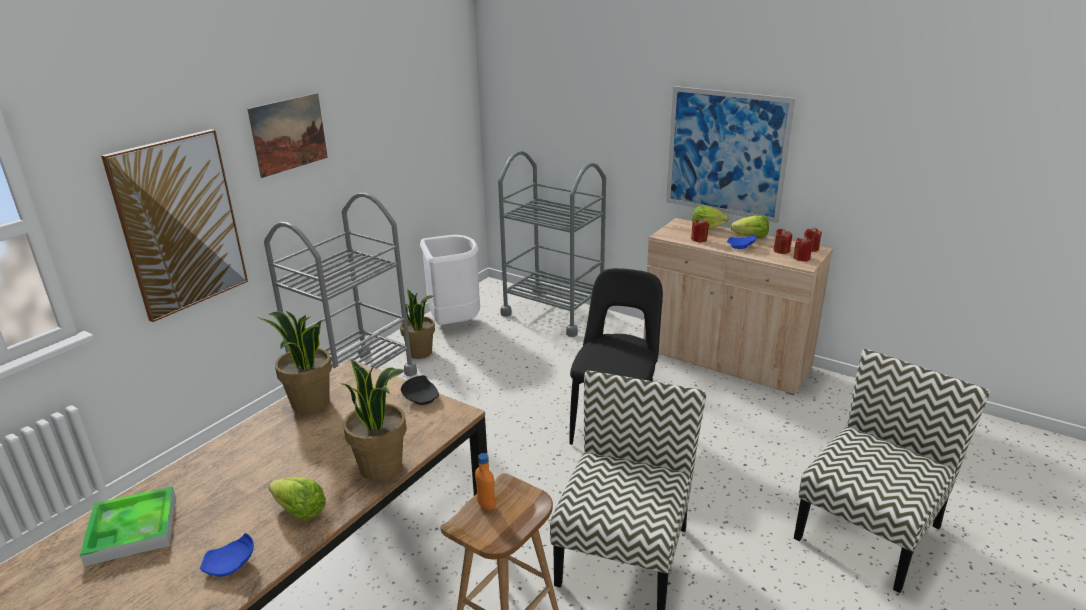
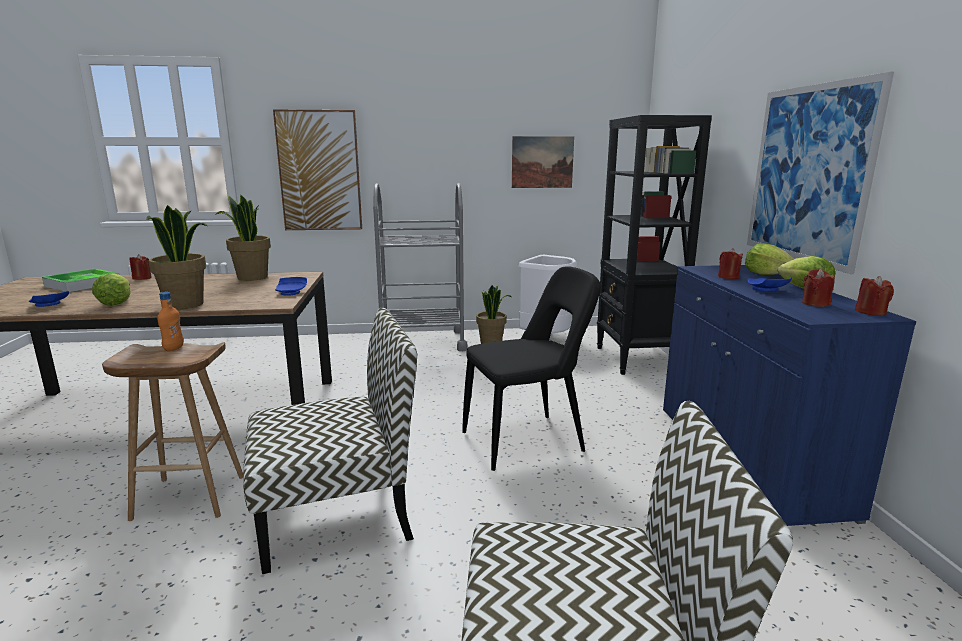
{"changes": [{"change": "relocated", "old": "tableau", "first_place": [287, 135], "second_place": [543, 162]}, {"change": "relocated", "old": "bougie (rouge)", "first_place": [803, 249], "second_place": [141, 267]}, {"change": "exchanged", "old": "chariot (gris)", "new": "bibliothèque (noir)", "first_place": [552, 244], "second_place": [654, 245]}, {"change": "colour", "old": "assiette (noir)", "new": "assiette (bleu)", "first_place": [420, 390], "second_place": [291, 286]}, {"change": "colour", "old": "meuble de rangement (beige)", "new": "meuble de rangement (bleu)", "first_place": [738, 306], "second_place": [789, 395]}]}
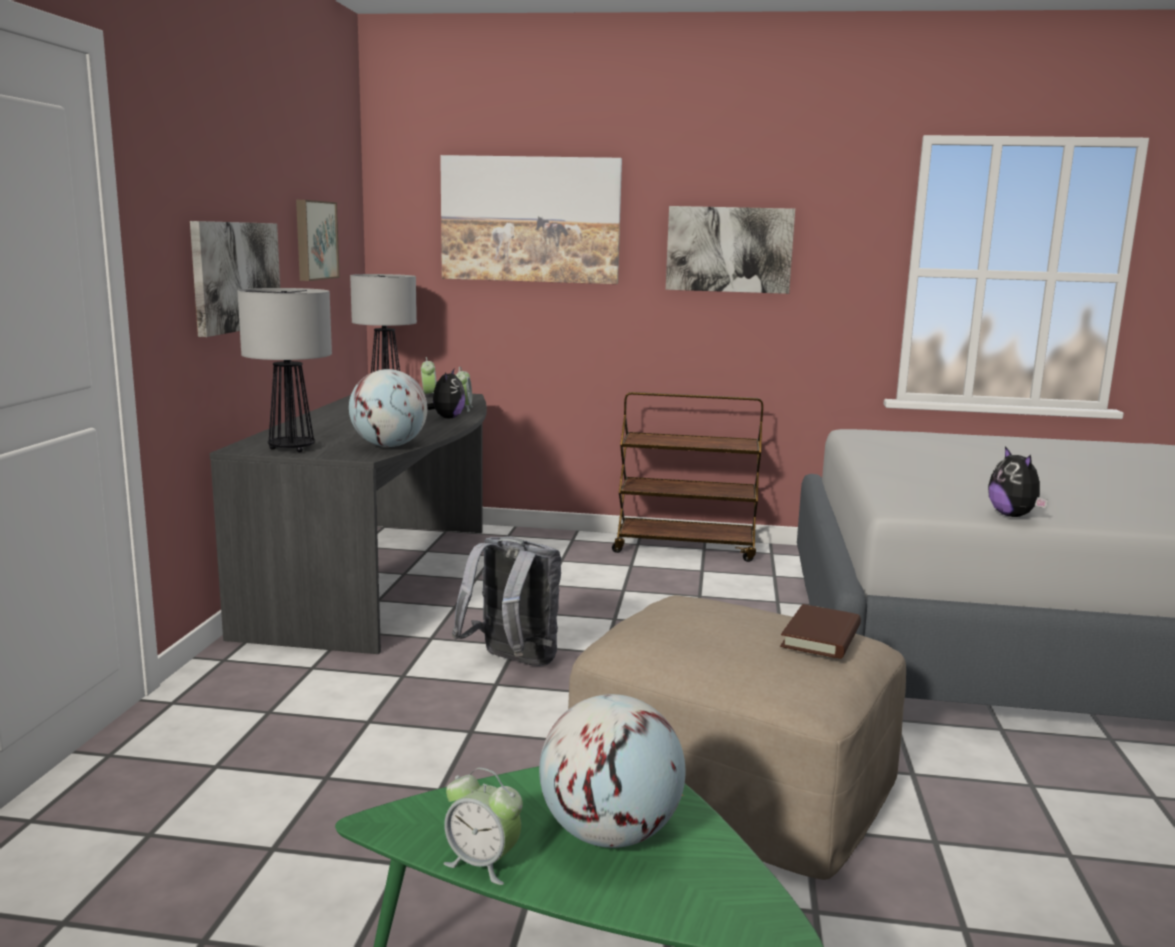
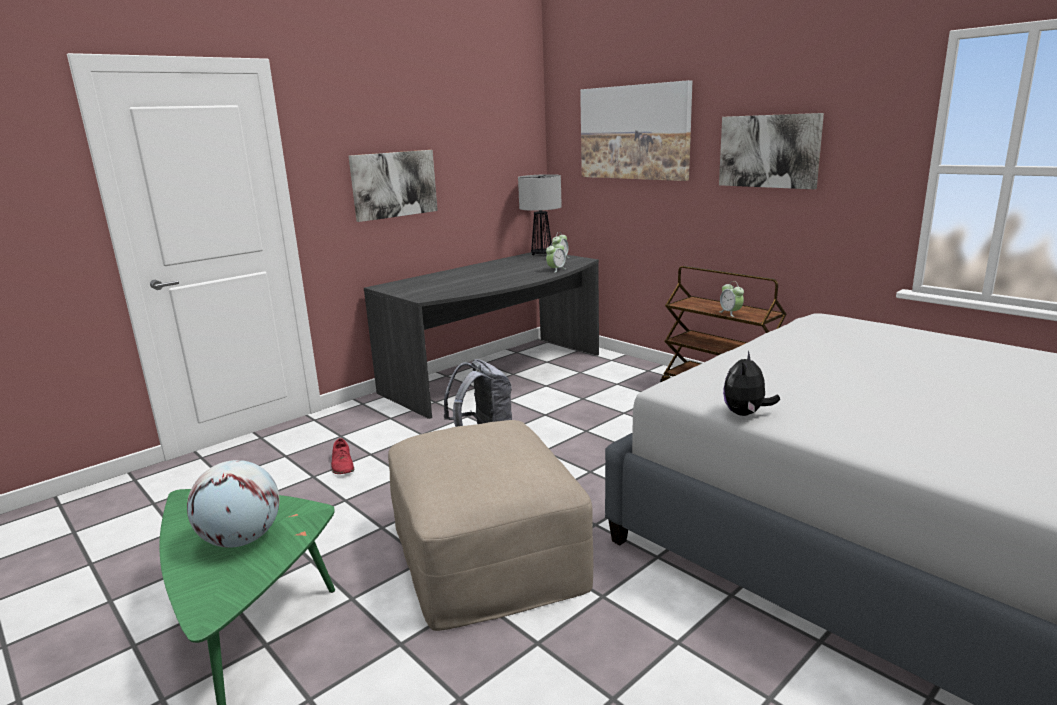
{"changes": [{"change": "missing", "old": "lampe de table", "first_place": [284, 370]}, {"change": "missing", "old": "tableau", "first_place": [318, 240]}, {"change": "missing", "old": "globe", "first_place": [388, 408]}, {"change": "missing", "old": "peluche", "first_place": [446, 394]}, {"change": "missing", "old": "livre (marron)", "first_place": [820, 631]}, {"change": "appeared", "new": "chaussure (rouge)", "second_place": [342, 456]}, {"change": "relocated", "old": "réveil", "first_place": [483, 826], "second_place": [731, 299]}]}
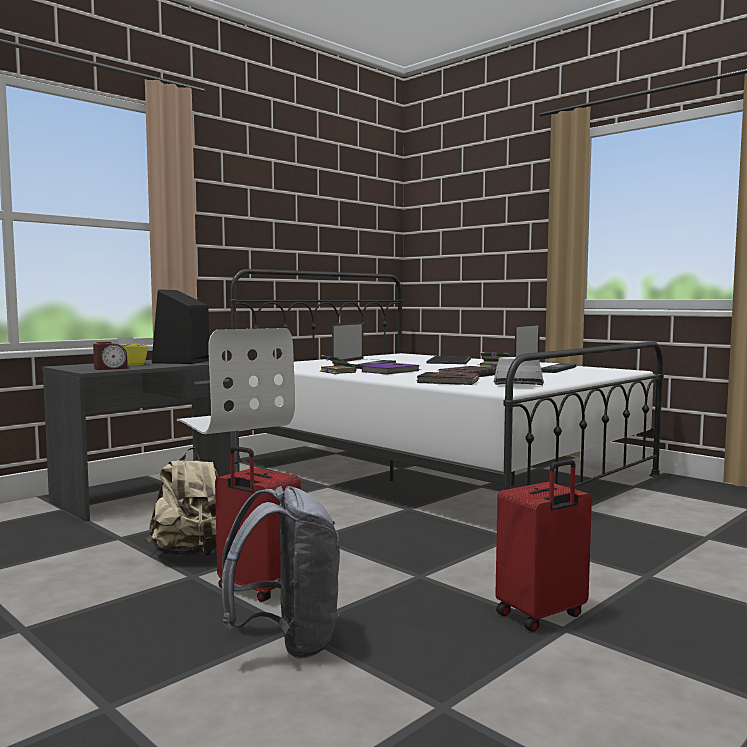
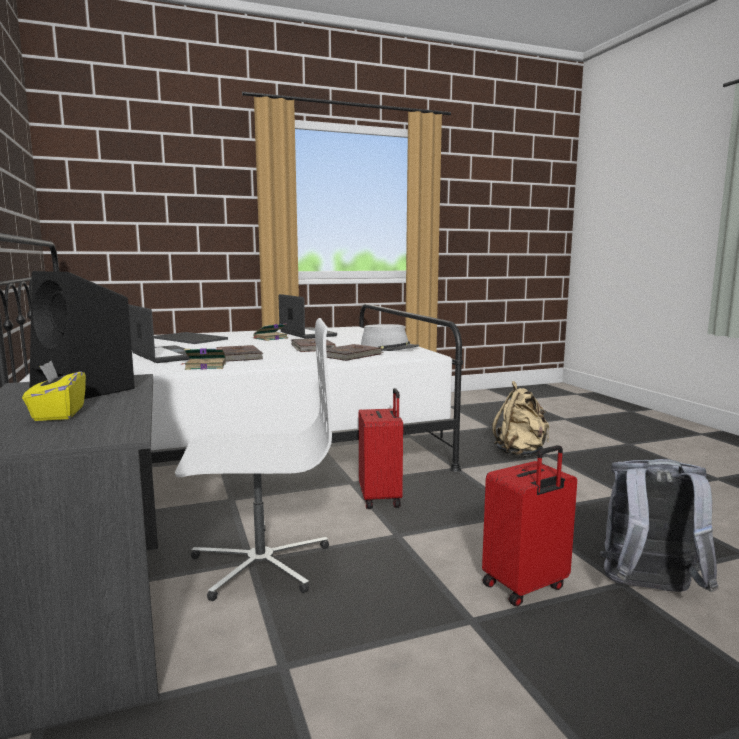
{"changes": [{"change": "missing", "old": "réveil", "first_place": [110, 356]}, {"change": "relocated", "old": "sac à dos (beige)", "first_place": [181, 502], "second_place": [520, 418]}, {"change": "relocated", "old": "valise (rouge)", "first_place": [543, 545], "second_place": [381, 448]}, {"change": "colour", "old": "livre (violet)", "new": "livre (marron)", "first_place": [391, 368], "second_place": [240, 353]}]}
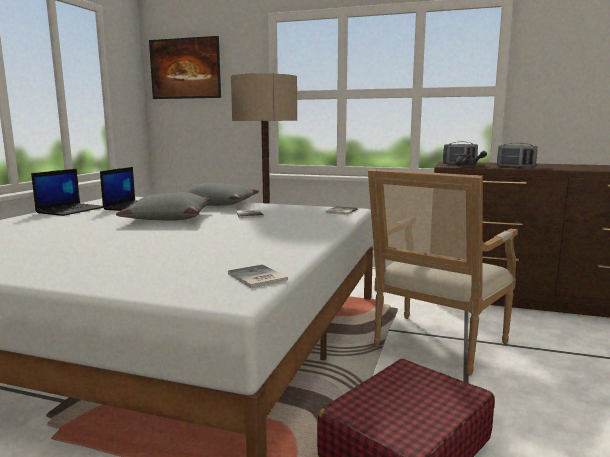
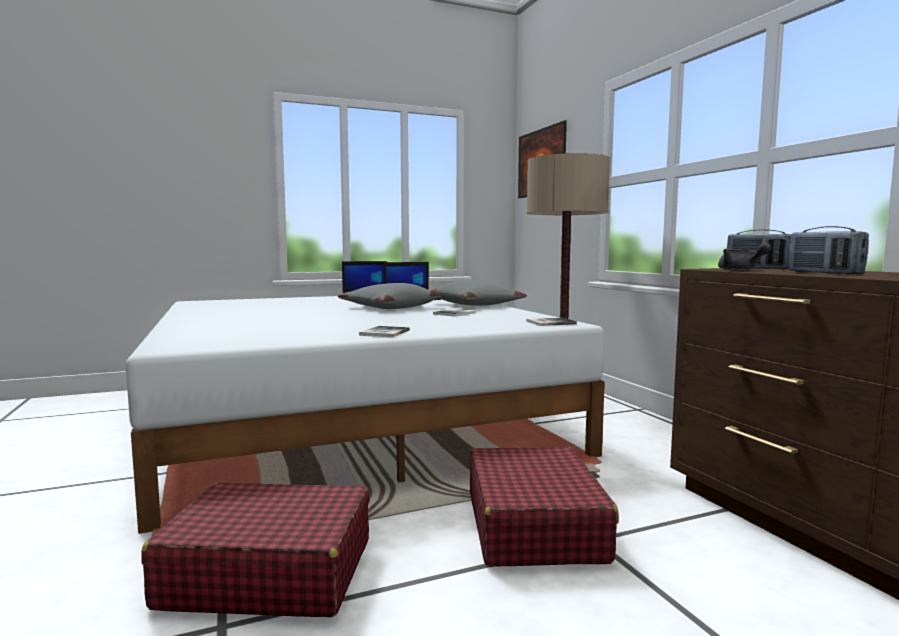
{"changes": [{"change": "relocated", "old": "livre", "first_place": [258, 276], "second_place": [384, 331]}, {"change": "exchanged", "old": "fauteuil", "new": "valise (rouge)", "first_place": [443, 272], "second_place": [544, 507]}]}
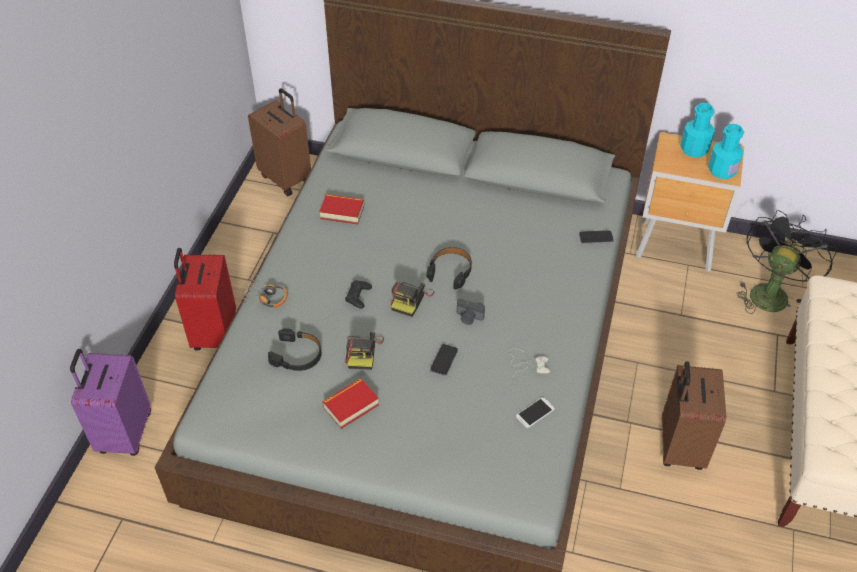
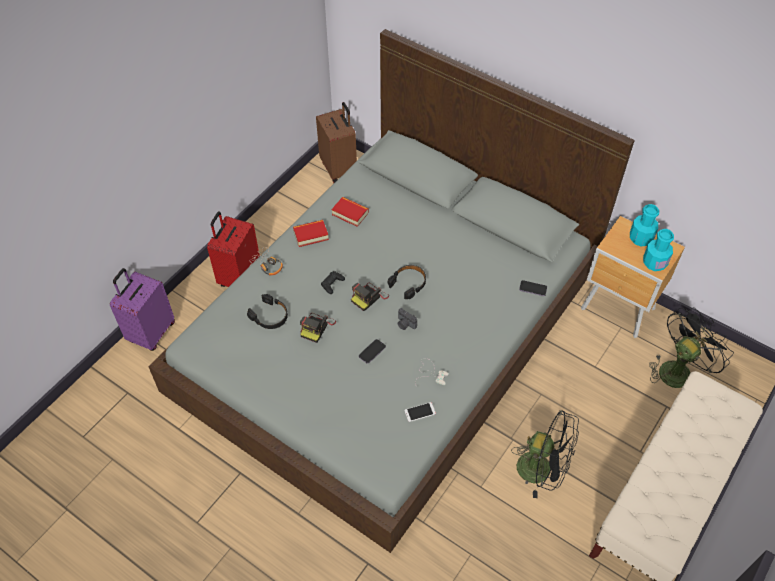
{"changes": [{"change": "relocated", "old": "livre", "first_place": [350, 404], "second_place": [311, 233]}, {"change": "exchanged", "old": "valise (marron)", "new": "ventilateur (noir)", "first_place": [694, 415], "second_place": [545, 454]}]}
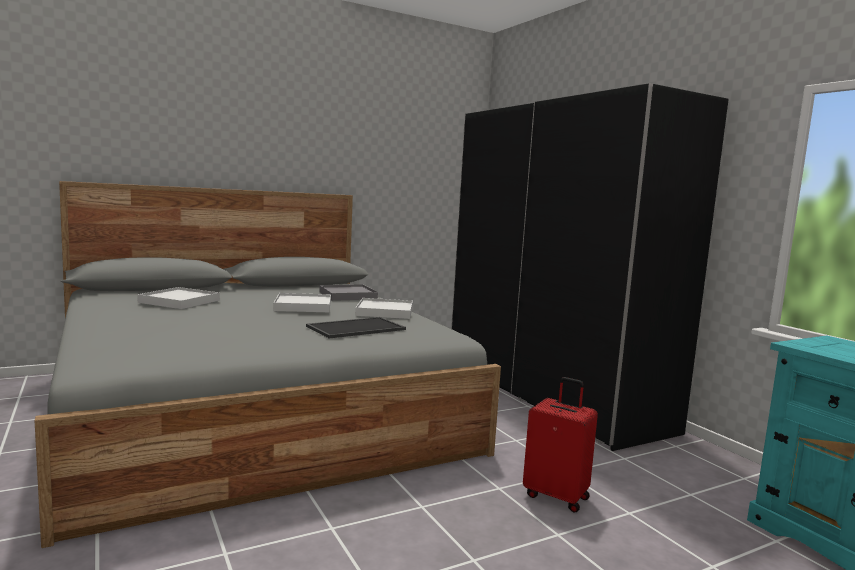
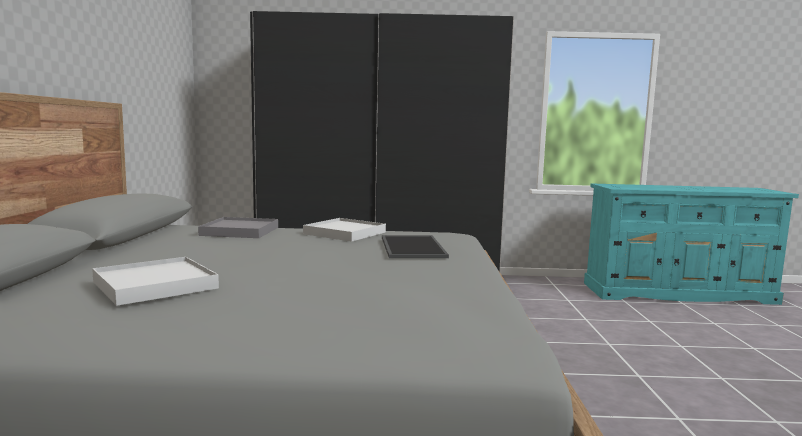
{"changes": [{"change": "missing", "old": "plateau (blanc)", "first_place": [302, 302]}, {"change": "missing", "old": "valise (rouge)", "first_place": [560, 445]}]}
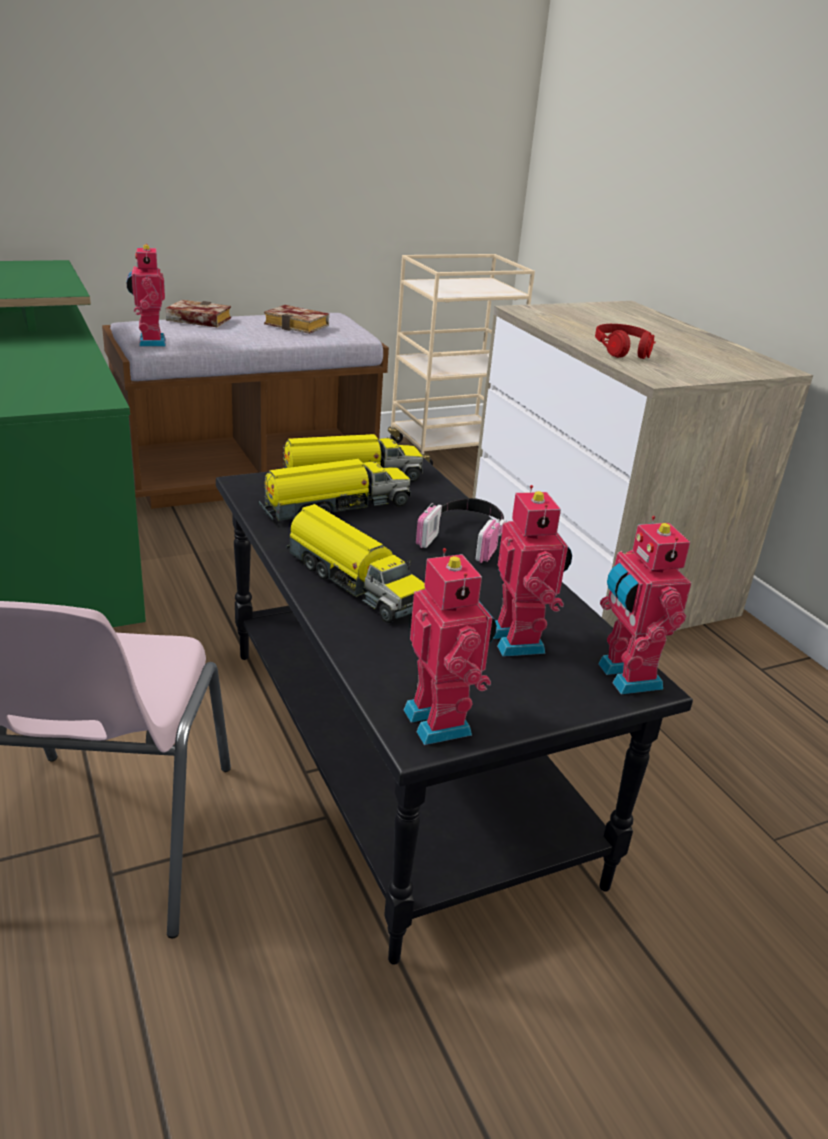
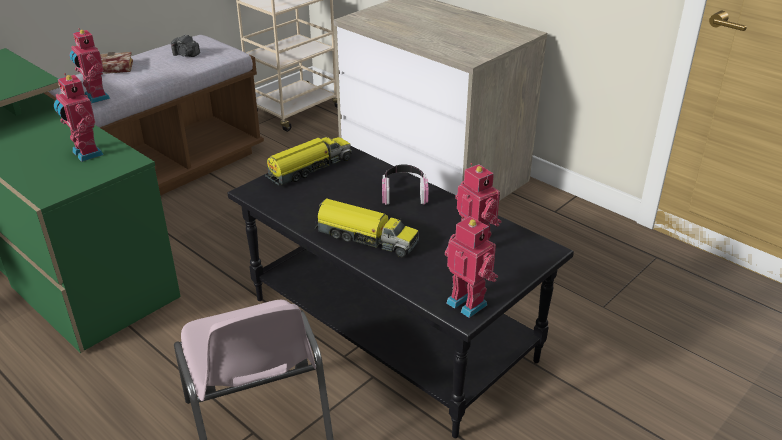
{"changes": [{"change": "missing", "old": "camion jouet", "first_place": [334, 490]}, {"change": "missing", "old": "casque audio (rouge)", "first_place": [625, 341]}, {"change": "relocated", "old": "robot jouet", "first_place": [644, 605], "second_place": [79, 117]}, {"change": "exchanged", "old": "livre", "new": "appareil photo", "first_place": [296, 319], "second_place": [185, 45]}]}
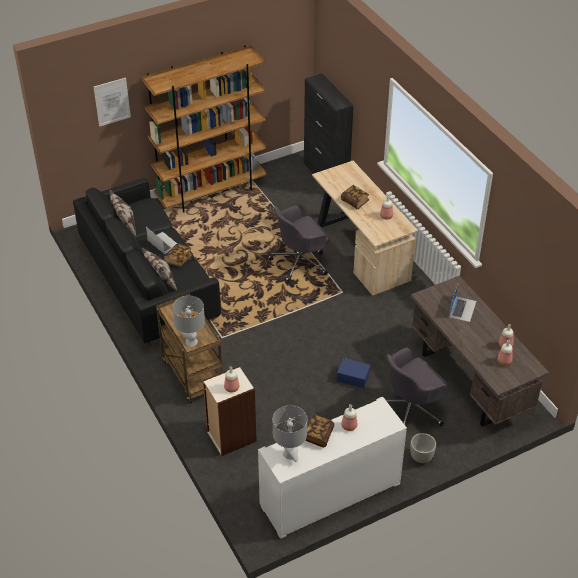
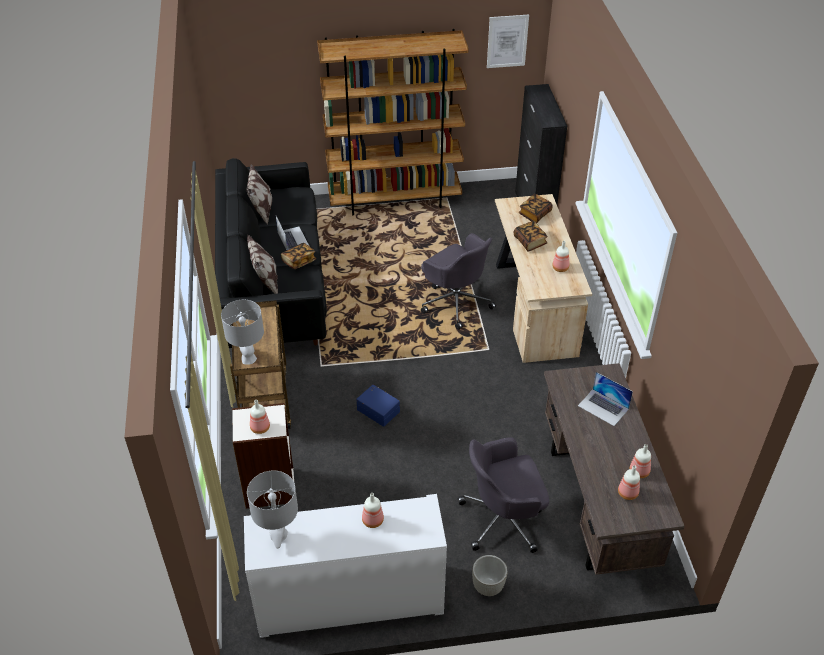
{"changes": [{"change": "relocated", "old": "tableau", "first_place": [112, 102], "second_place": [508, 41]}, {"change": "relocated", "old": "livre", "first_place": [319, 431], "second_place": [535, 208]}, {"change": "relocated", "old": "boîte de rangement (bleu)", "first_place": [353, 373], "second_place": [378, 406]}, {"change": "spun", "old": "chaise de bureau (gris)", "first_place": [298, 244], "second_place": [458, 281], "degrees": -120}, {"change": "spun", "old": "ordinateur portable", "first_place": [462, 303], "second_place": [605, 399], "degrees": 90}]}
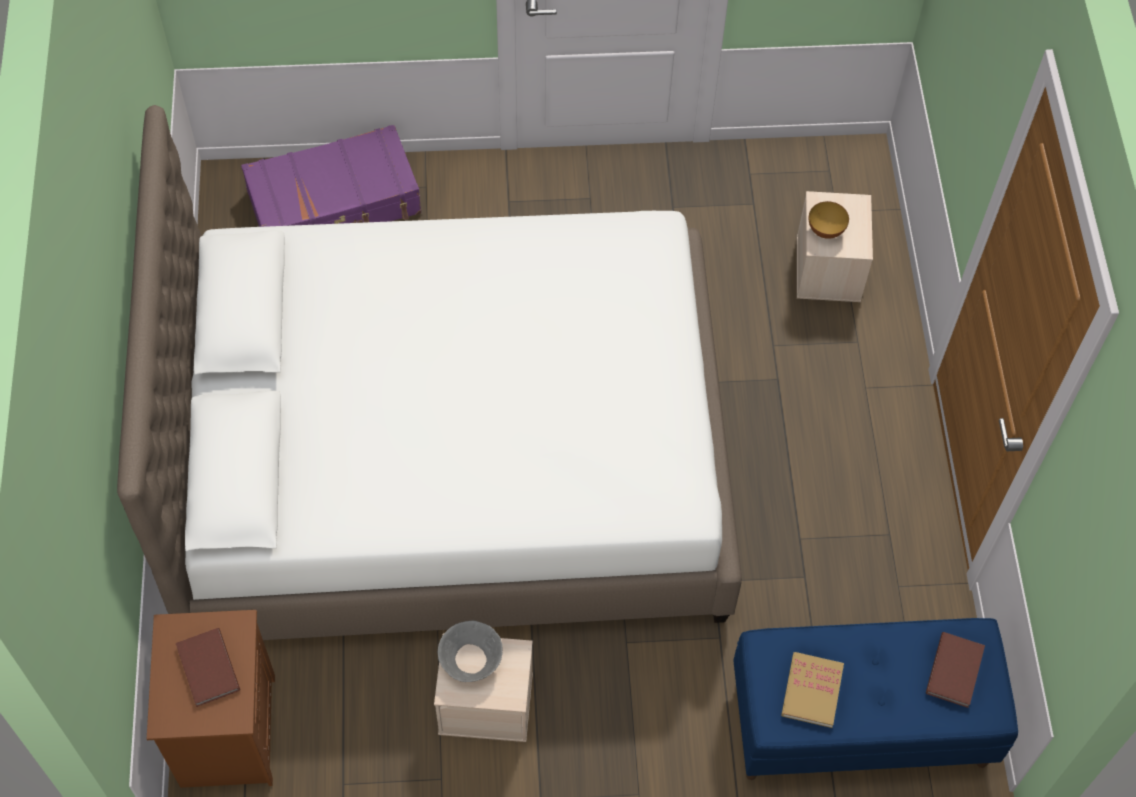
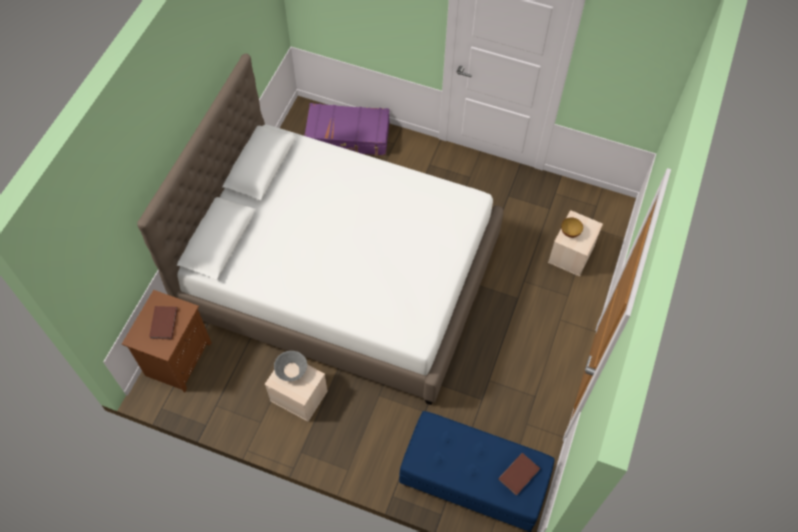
{"changes": [{"change": "missing", "old": "livre", "first_place": [812, 690]}]}
